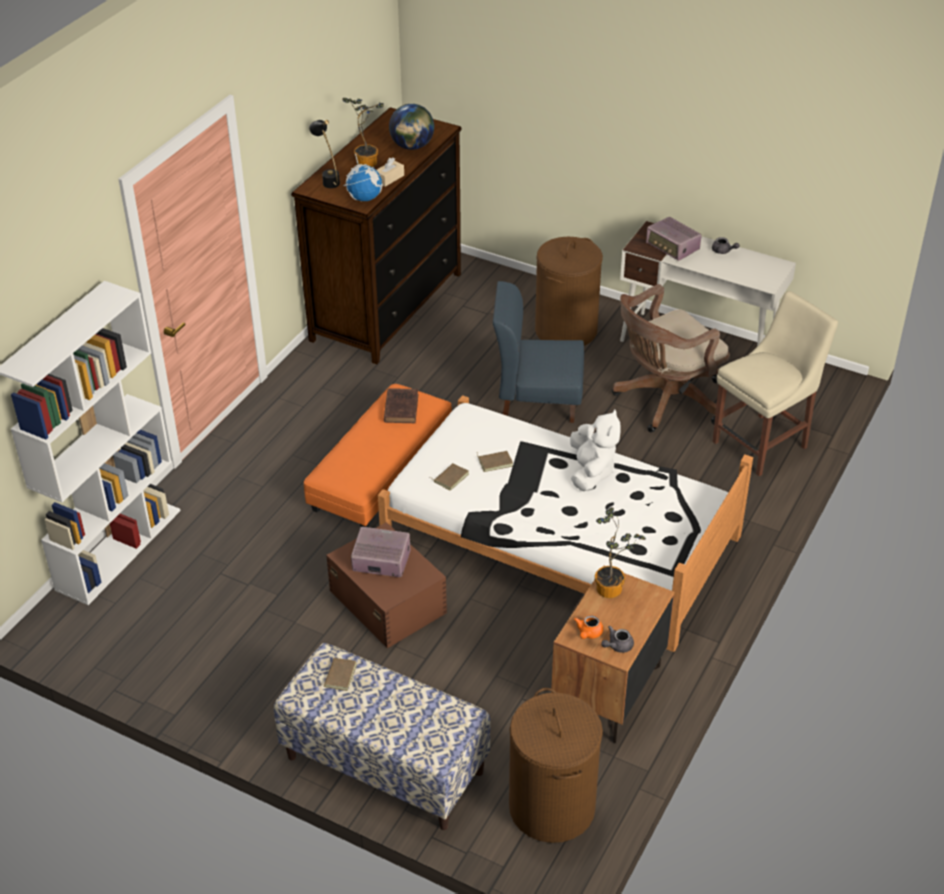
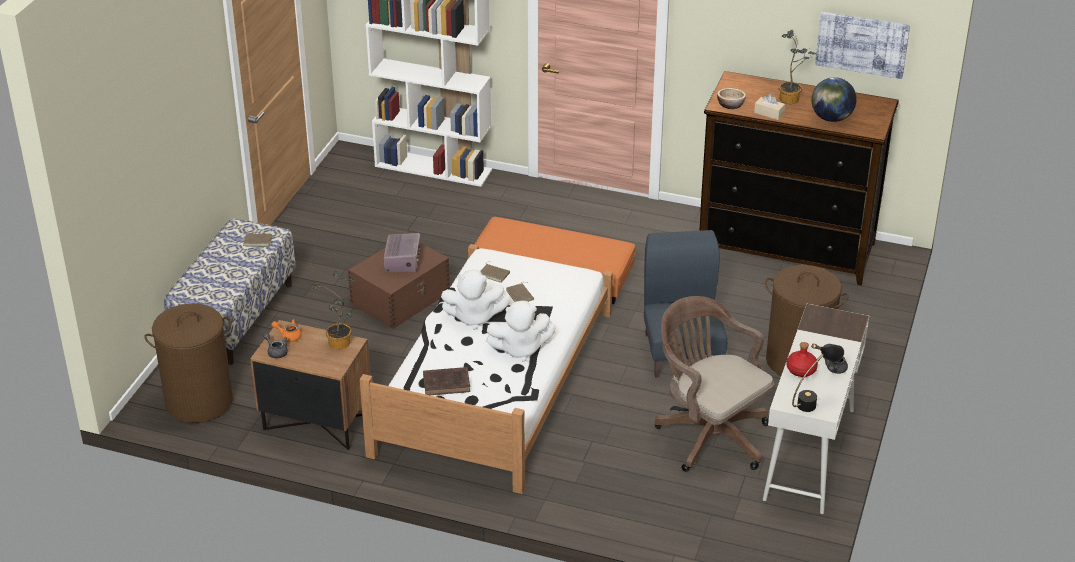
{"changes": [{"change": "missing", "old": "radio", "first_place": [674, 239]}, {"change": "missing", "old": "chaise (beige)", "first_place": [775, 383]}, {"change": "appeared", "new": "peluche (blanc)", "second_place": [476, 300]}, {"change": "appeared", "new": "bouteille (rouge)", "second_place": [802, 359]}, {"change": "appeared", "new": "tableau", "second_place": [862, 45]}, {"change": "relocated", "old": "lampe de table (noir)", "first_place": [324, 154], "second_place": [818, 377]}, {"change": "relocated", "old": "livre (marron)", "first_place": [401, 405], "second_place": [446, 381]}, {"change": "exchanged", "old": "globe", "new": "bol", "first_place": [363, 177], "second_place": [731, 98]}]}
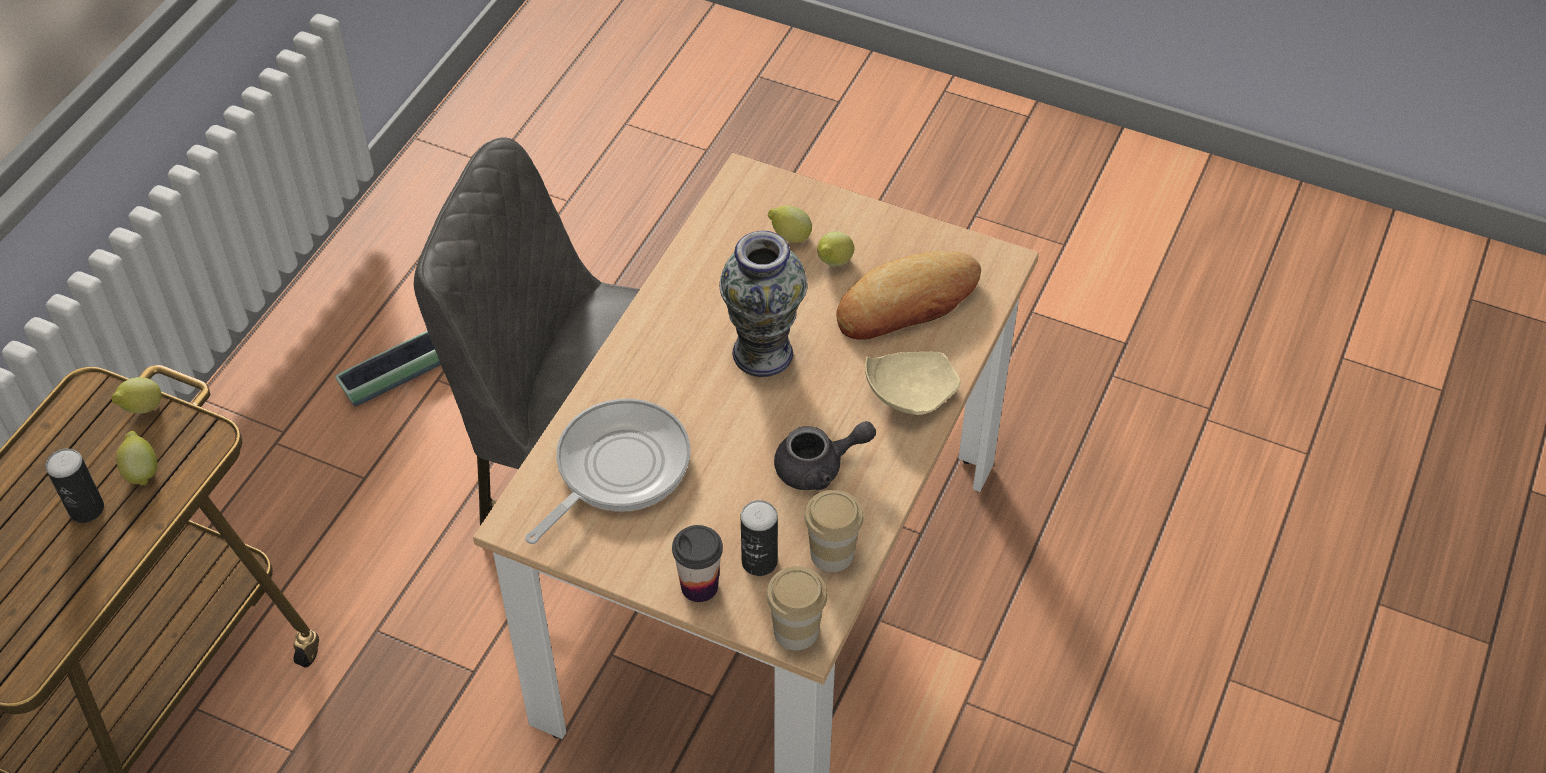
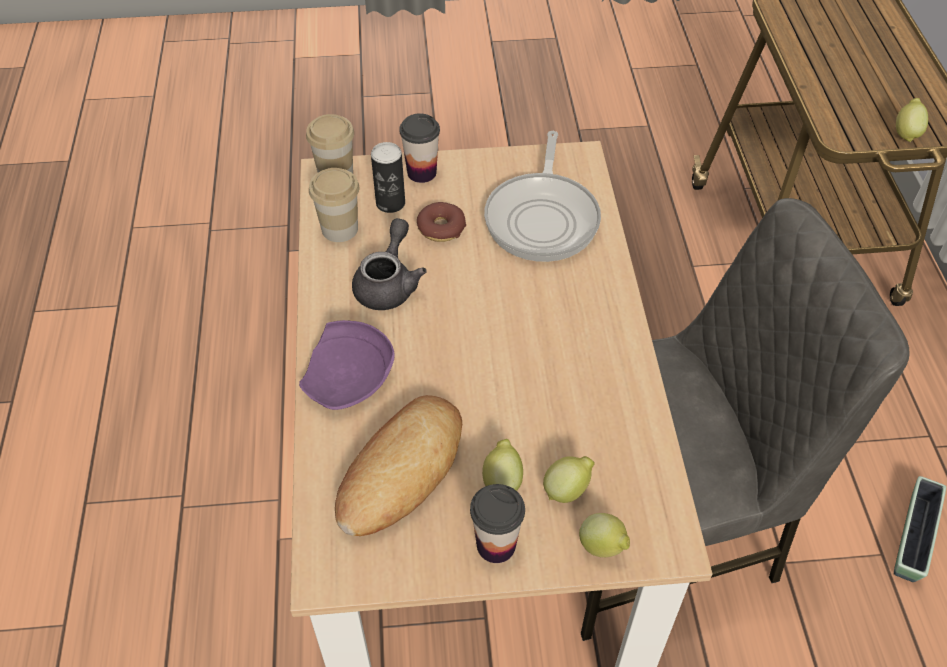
{"changes": [{"change": "missing", "old": "boîte métallique", "first_place": [75, 485]}, {"change": "missing", "old": "vase", "first_place": [763, 304]}, {"change": "appeared", "new": "beignet", "second_place": [441, 222]}, {"change": "appeared", "new": "tasse", "second_place": [497, 523]}, {"change": "relocated", "old": "citron", "first_place": [136, 458], "second_place": [604, 535]}, {"change": "colour", "old": "assiette (beige)", "new": "assiette (violet)", "first_place": [912, 383], "second_place": [347, 365]}, {"change": "spun", "old": "théière (gris)", "first_place": [825, 455], "second_place": [389, 264], "degrees": 150}]}
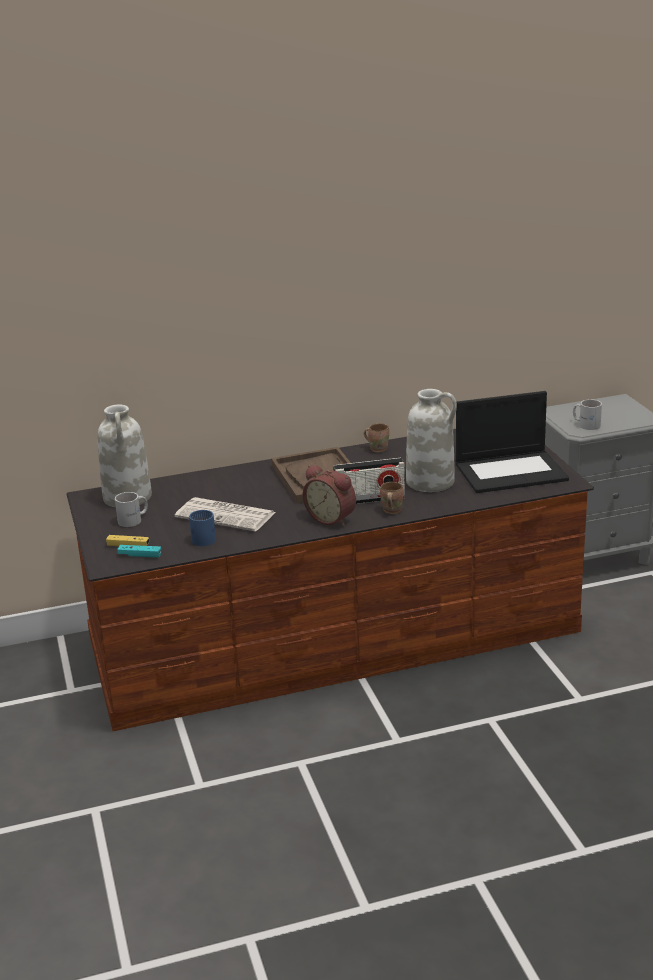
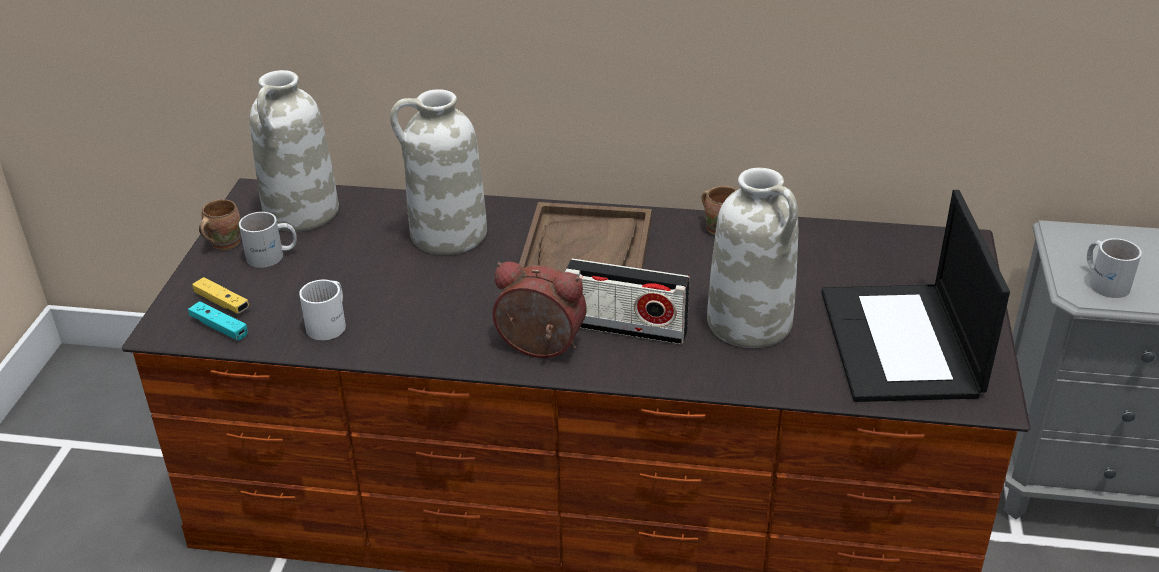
{"changes": [{"change": "missing", "old": "journal", "first_place": [225, 514]}, {"change": "appeared", "new": "vase (blanc)", "second_place": [438, 172]}, {"change": "relocated", "old": "mug (marron)", "first_place": [392, 498], "second_place": [220, 224]}, {"change": "colour", "old": "mug (bleu)", "new": "mug (blanc)", "first_place": [202, 528], "second_place": [322, 310]}, {"change": "spun", "old": "réveil", "first_place": [329, 495], "second_place": [539, 310], "degrees": 135}, {"change": "spun", "old": "ordinateur portable", "first_place": [512, 442], "second_place": [915, 296], "degrees": 75}]}
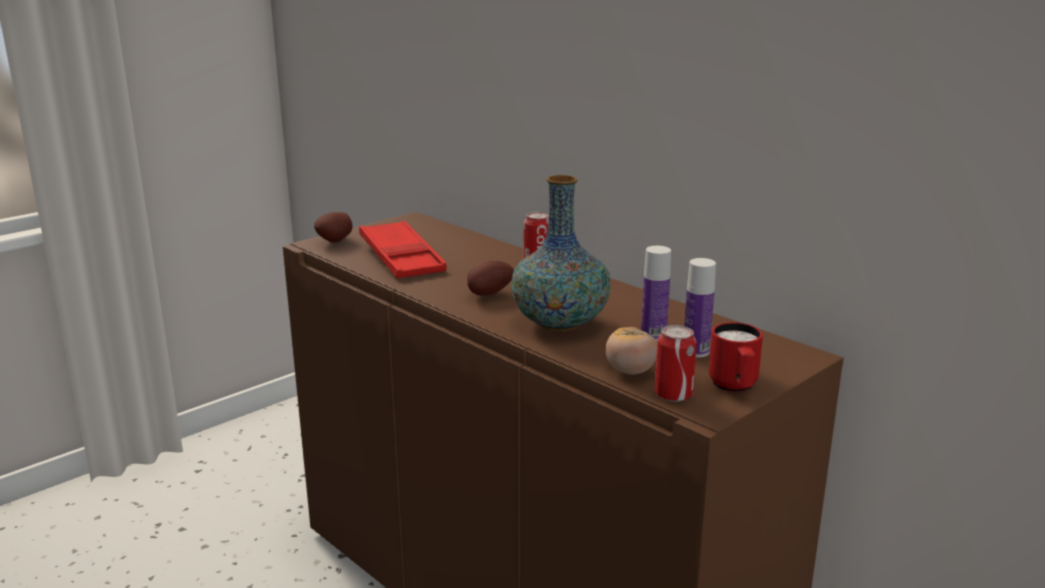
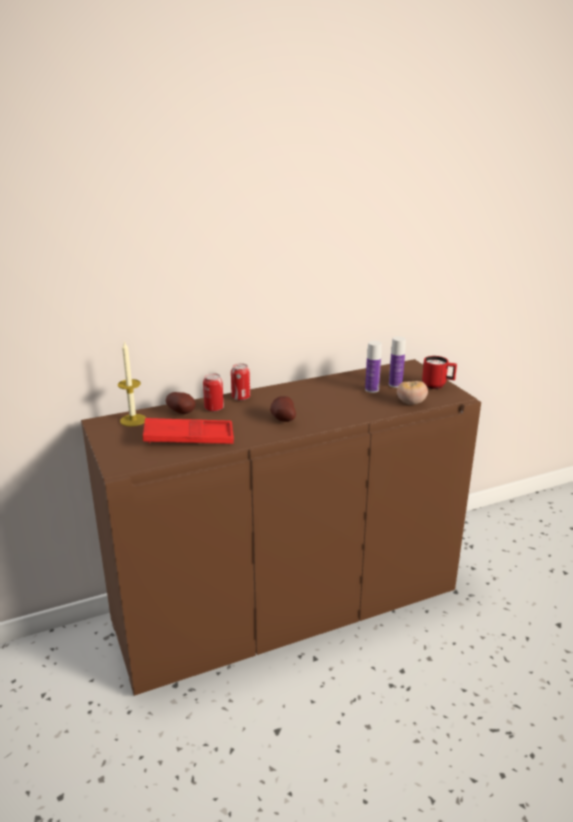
{"changes": [{"change": "missing", "old": "vase", "first_place": [560, 253]}, {"change": "appeared", "new": "bougie", "second_place": [132, 383]}, {"change": "relocated", "old": "pomme de terre", "first_place": [333, 227], "second_place": [181, 403]}, {"change": "relocated", "old": "boîte métallique", "first_place": [676, 363], "second_place": [213, 392]}]}
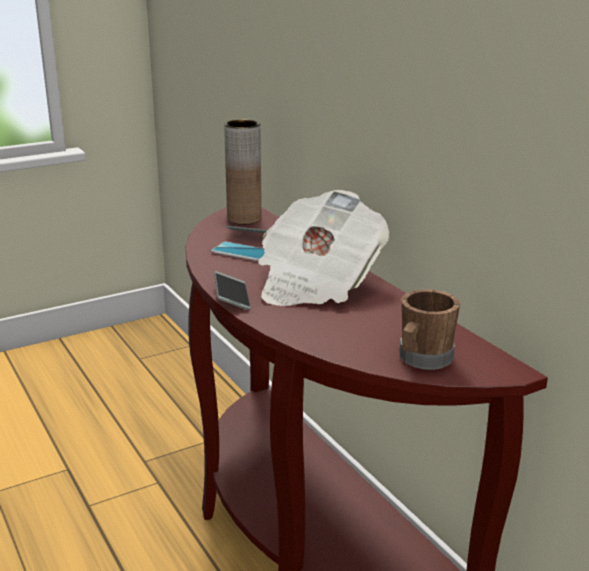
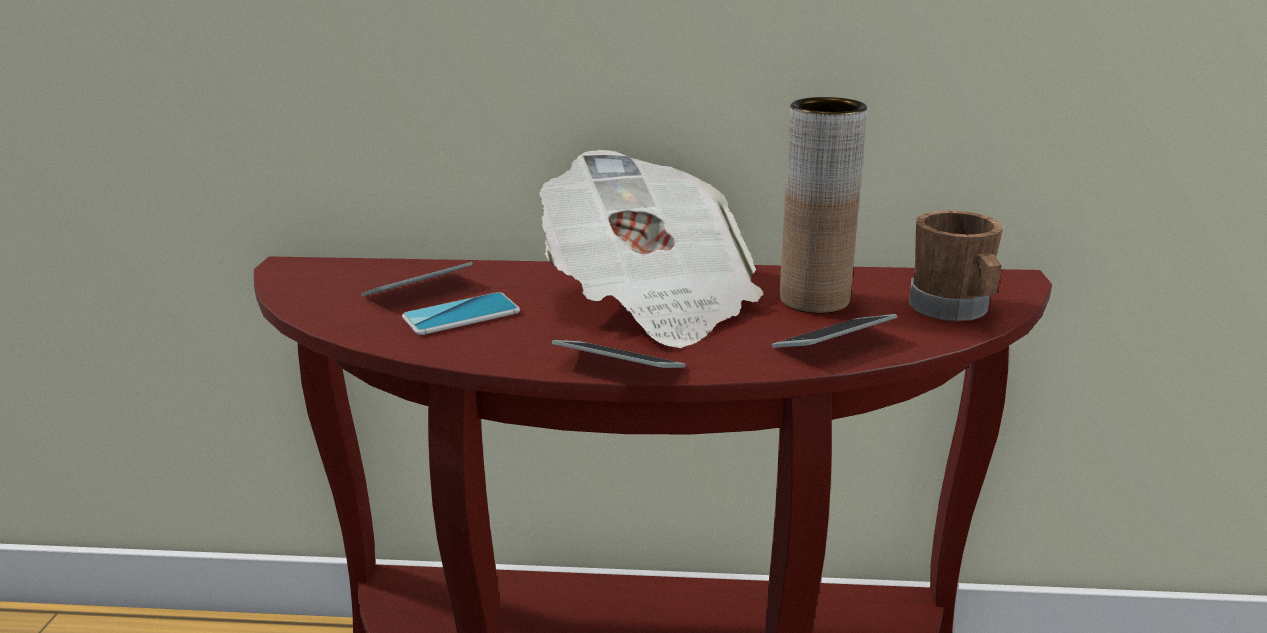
{"changes": [{"change": "appeared", "new": "téléphone", "second_place": [834, 331]}, {"change": "relocated", "old": "vase (marron)", "first_place": [243, 172], "second_place": [823, 205]}]}
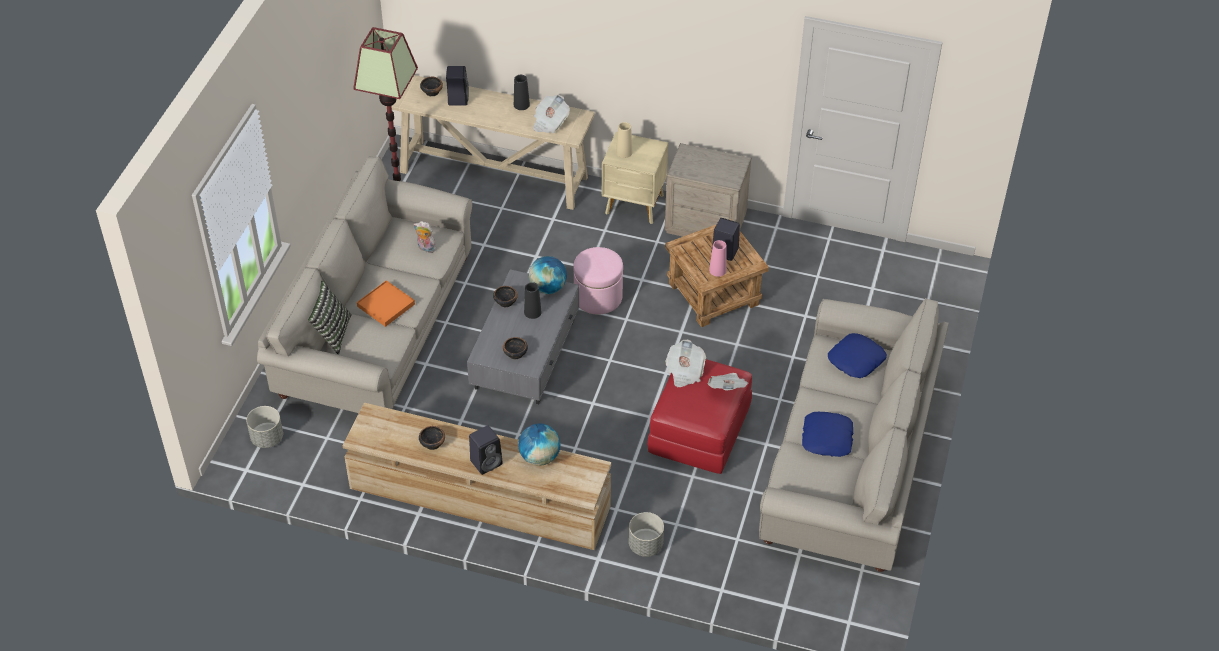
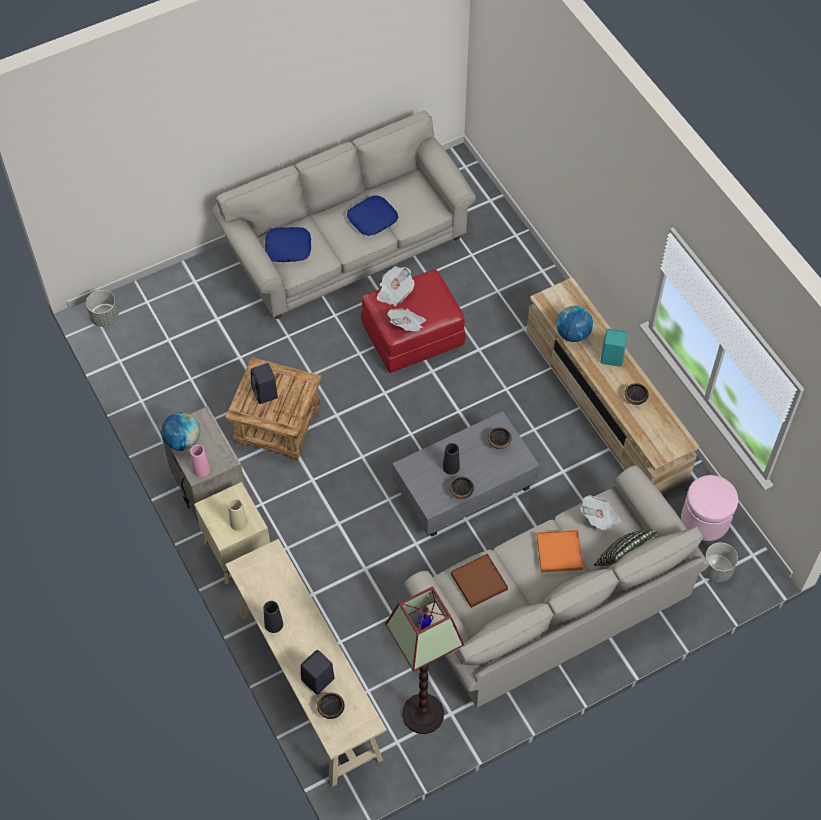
{"changes": [{"change": "relocated", "old": "globe", "first_place": [548, 275], "second_place": [180, 431]}, {"change": "relocated", "old": "journal", "first_place": [551, 114], "second_place": [600, 513]}, {"change": "relocated", "old": "pouf (rose)", "first_place": [598, 281], "second_place": [709, 508]}, {"change": "relocated", "old": "cache-pot (gris)", "first_place": [646, 534], "second_place": [102, 308]}, {"change": "relocated", "old": "vase (rose)", "first_place": [718, 258], "second_place": [200, 461]}, {"change": "exchanged", "old": "peluche", "new": "plateau (marron)", "first_place": [424, 237], "second_place": [479, 581]}, {"change": "colour", "old": "enceinte (noir)", "new": "enceinte (turquoise)", "first_place": [486, 450], "second_place": [613, 348]}]}
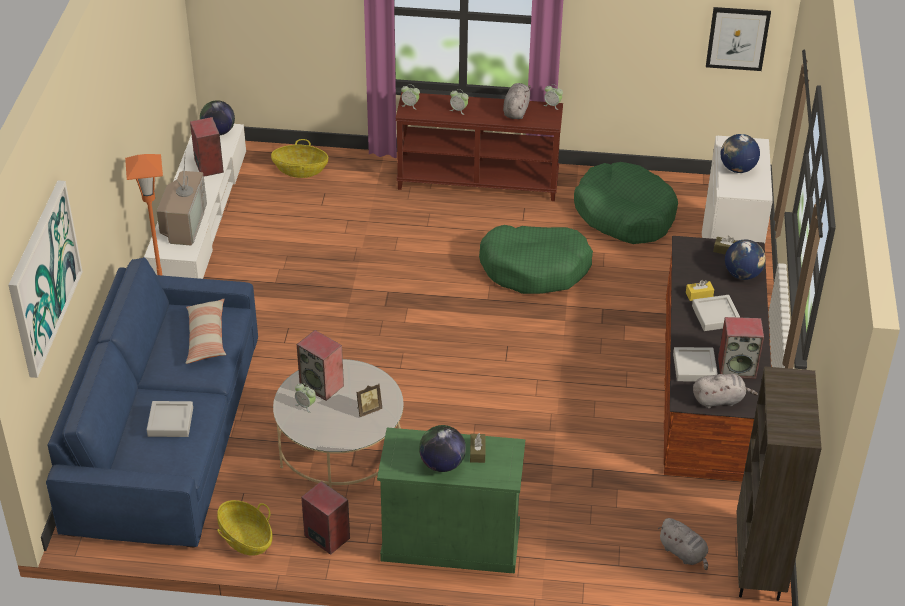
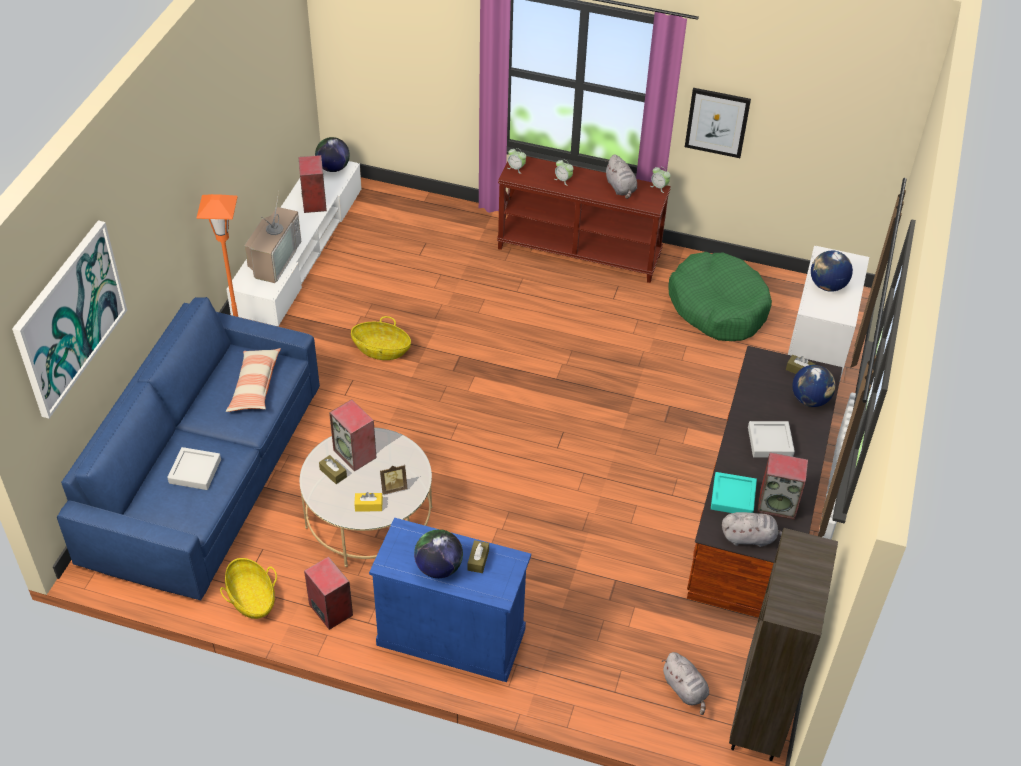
{"changes": [{"change": "missing", "old": "panier pour chien (vert)", "first_place": [536, 259]}, {"change": "relocated", "old": "panier", "first_place": [299, 158], "second_place": [381, 338]}, {"change": "relocated", "old": "boîte à mouchoirs (jaune)", "first_place": [700, 290], "second_place": [368, 502]}, {"change": "relocated", "old": "tableau", "first_place": [738, 39], "second_place": [718, 123]}, {"change": "exchanged", "old": "réveil", "new": "boîte à mouchoirs (marron)", "first_place": [305, 398], "second_place": [333, 469]}, {"change": "colour", "old": "meuble de rangement (vert)", "new": "meuble de rangement (bleu)", "first_place": [451, 500], "second_place": [450, 600]}, {"change": "colour", "old": "plateau (gris)", "new": "plateau (turquoise)", "first_place": [695, 364], "second_place": [734, 492]}, {"change": "spun", "old": "peluche (gris)", "first_place": [517, 101], "second_place": [621, 176], "degrees": 135}]}
